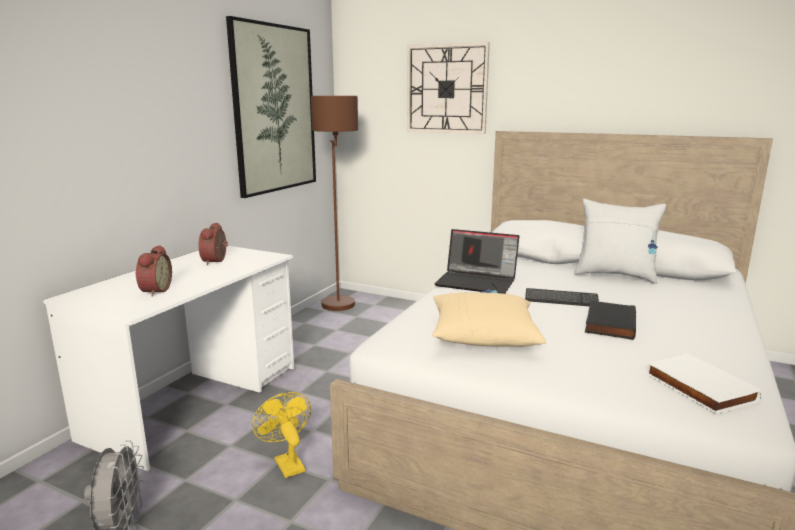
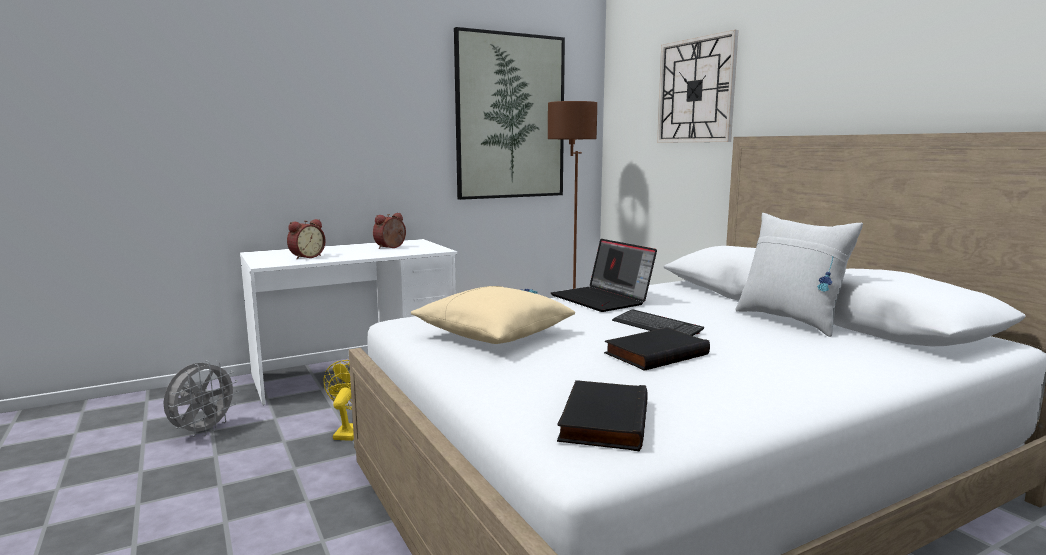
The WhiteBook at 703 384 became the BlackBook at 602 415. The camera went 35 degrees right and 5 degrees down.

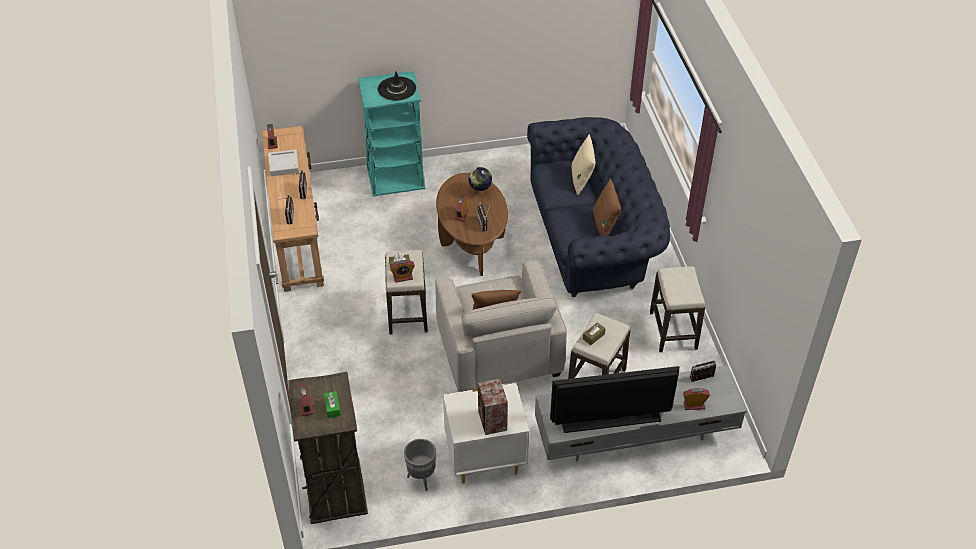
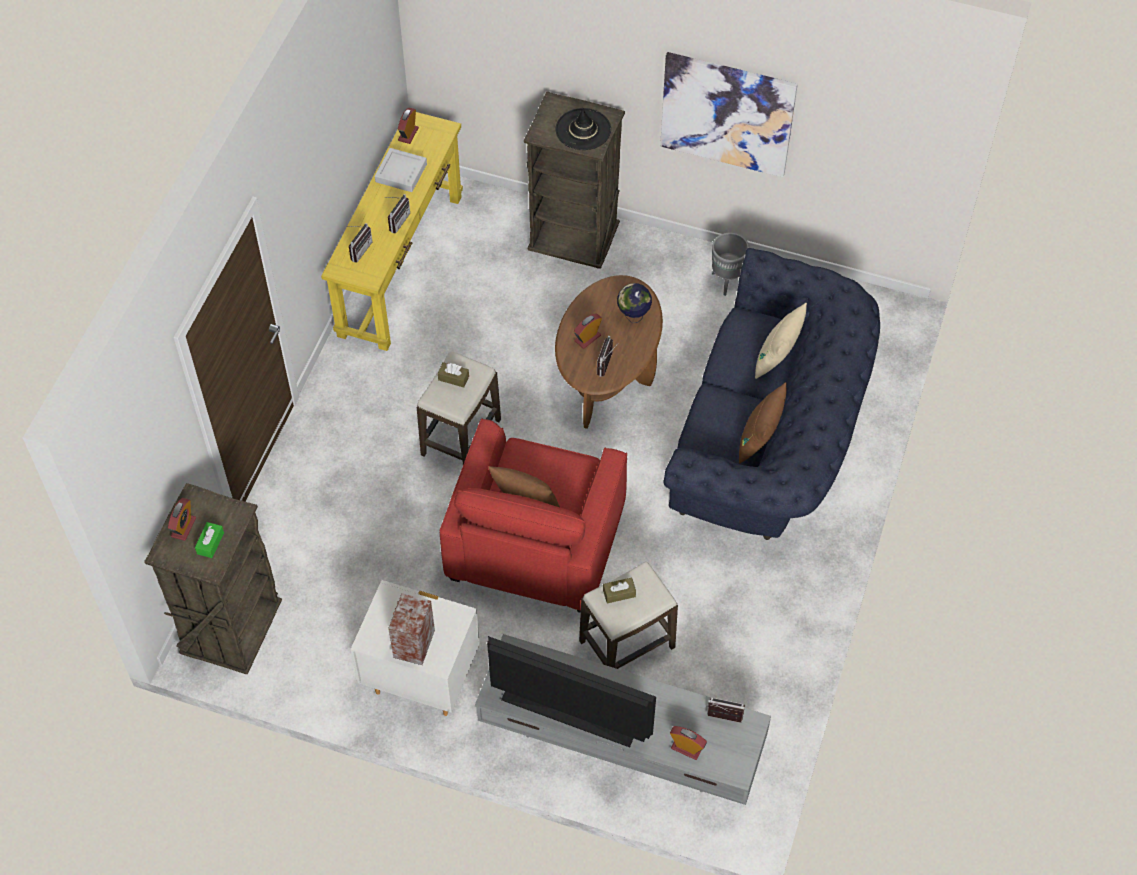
The TurquoiseBookcase at 392 133 became the BrownBookcase at 574 180. The BrownConsoleTable at 293 209 became the YellowConsoleTable at 392 231. The AlarmClock at 402 271 disappeared. The GreyArmchair at 501 326 became the RedArmchair at 533 516. The Stool at 677 309 disappeared. The GreyPlanter moved from 420 465 to 730 264. The Picture at 729 114 appeared. The camera went 30 degrees right and 10 degrees up.

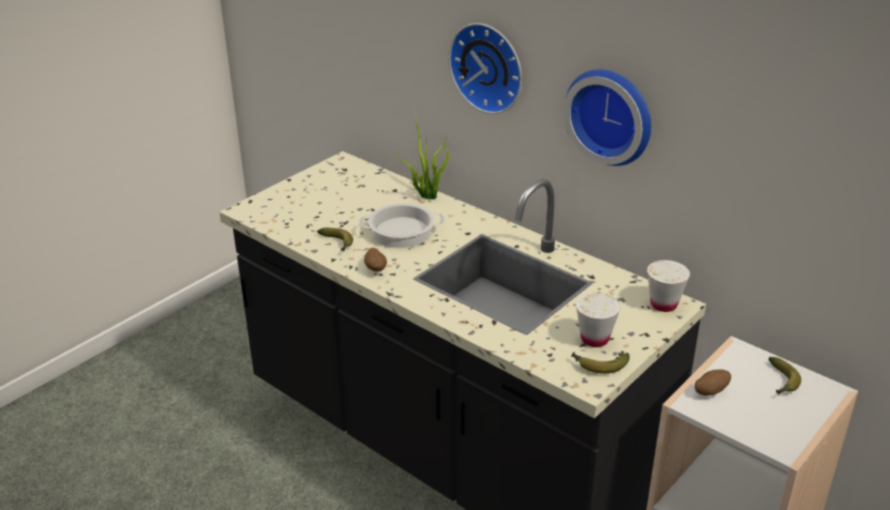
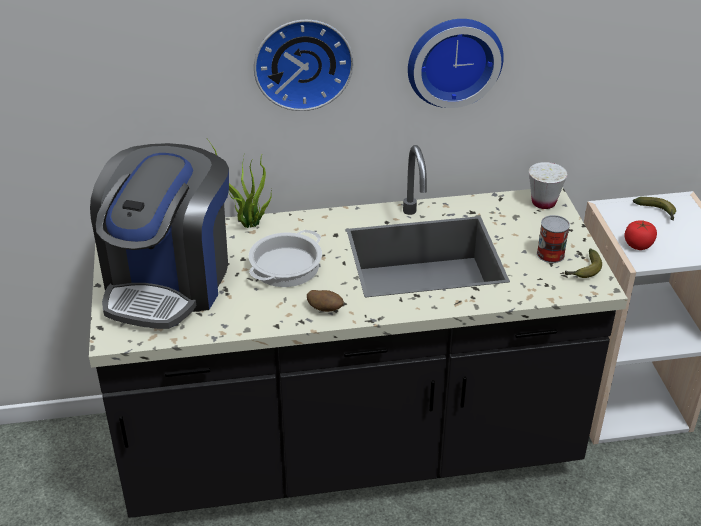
The Banana at 335 240 disappeared. The WhiteCup at 598 320 was replaced by the Can at 553 239. The Potato at 713 382 was replaced by the Tomato at 641 235. The CoffeeMachine at 159 236 appeared. The camera went 50 degrees left and 5 degrees up.

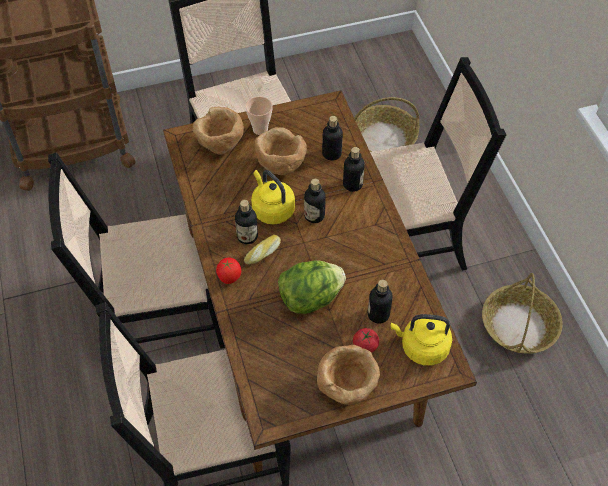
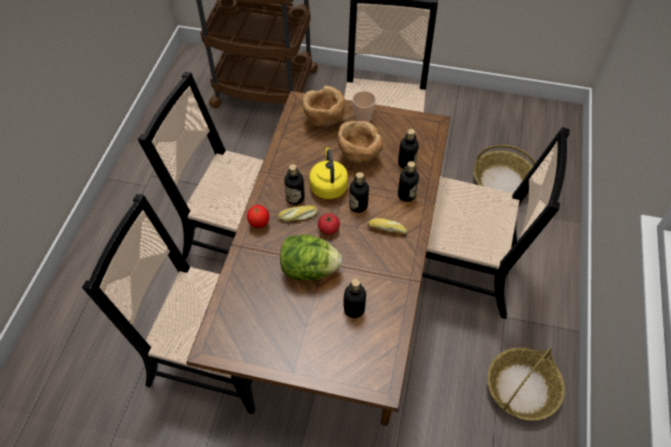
The YellowKettle at 421 340 disappeared. The Tomato moved from 366 340 to 329 224. The BrownBowl at 348 375 disappeared. The Bread at 387 226 appeared. The camera went 30 degrees right and 0 degrees up.

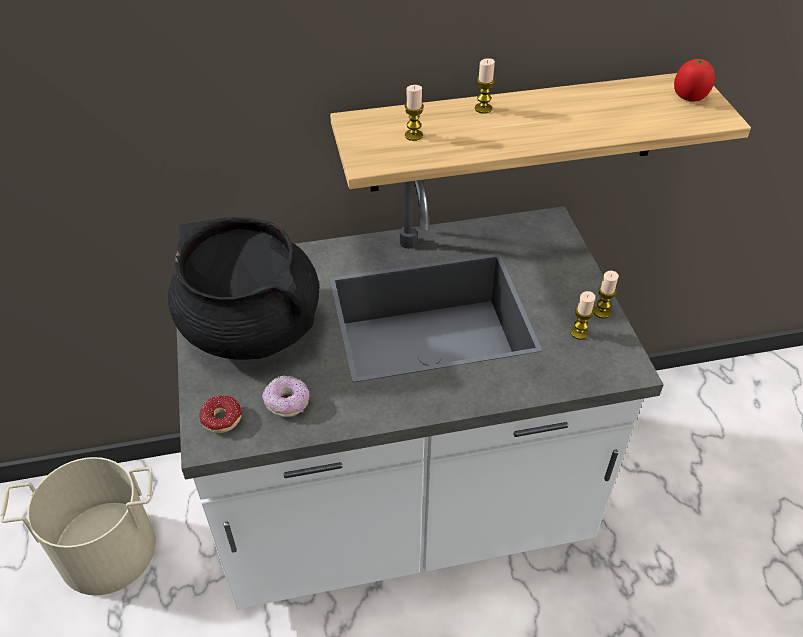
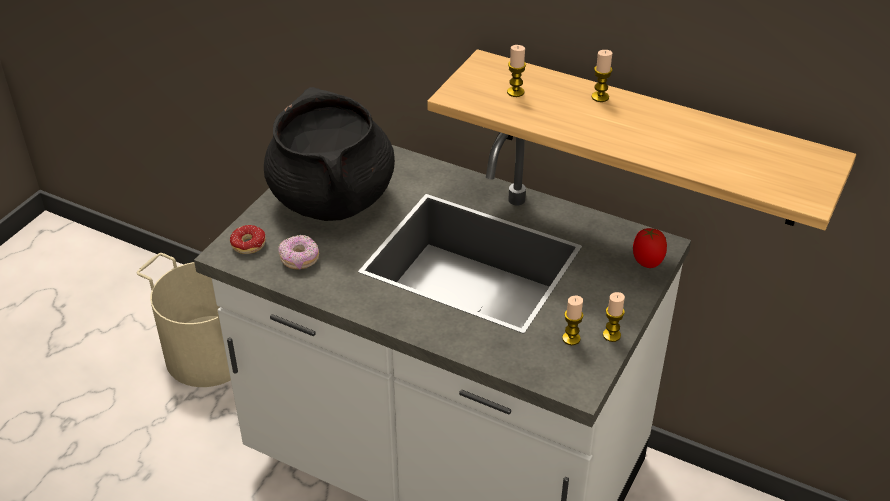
The Tomato moved from 694 80 to 650 248. The camera went 40 degrees right and 5 degrees down.

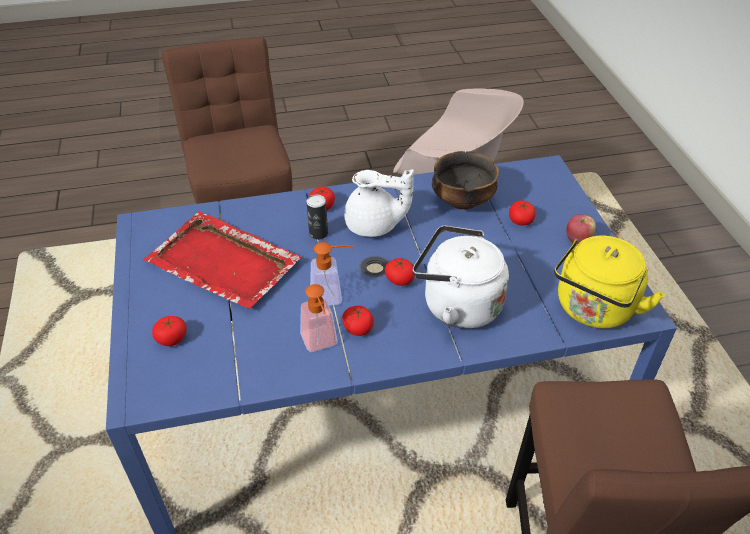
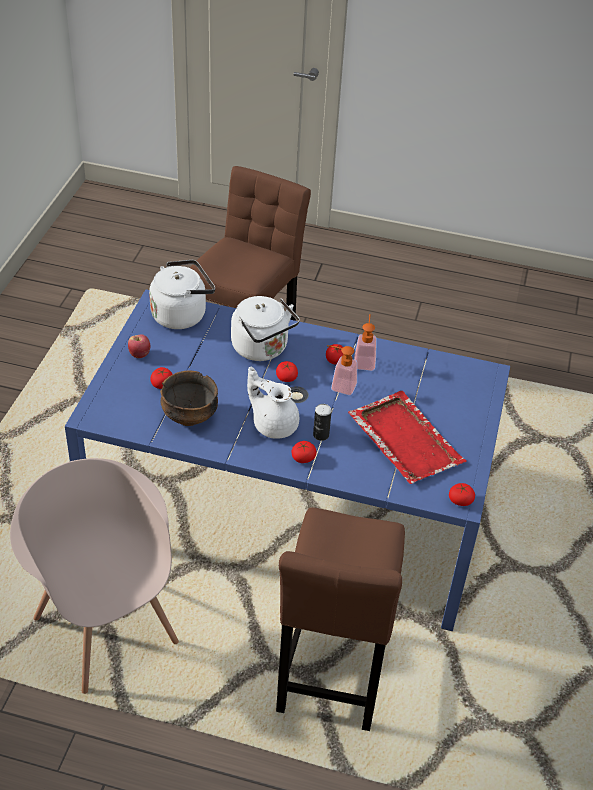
The YellowKettle at 609 282 became the WhiteKettle at 182 294. The Tomato moved from 169 331 to 462 494. The camera went 155 degrees left and 0 degrees up.

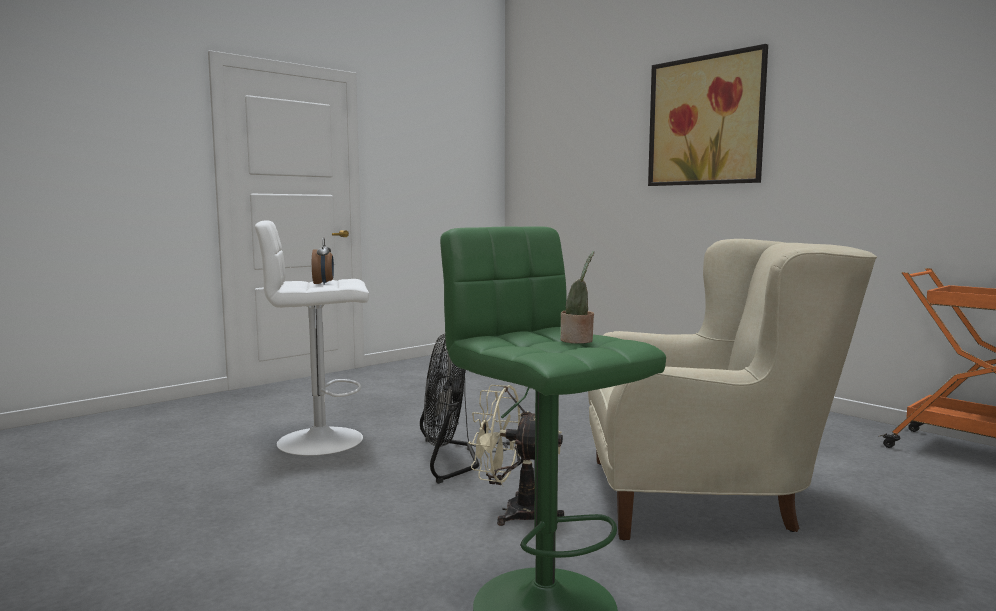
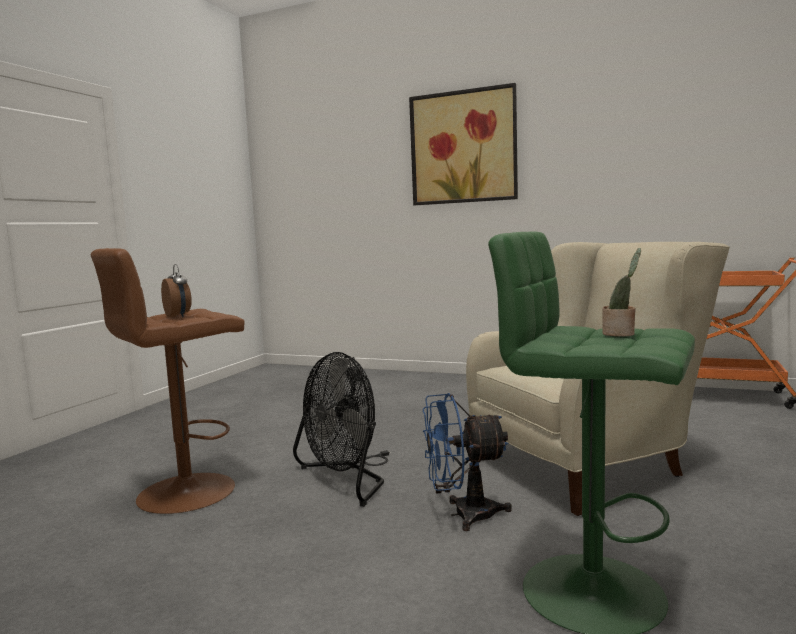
The WhiteStool at 312 337 became the BrownStool at 167 381. The BeigeFan at 516 455 became the BlueFan at 467 462. The camera went 25 degrees left and 0 degrees up.

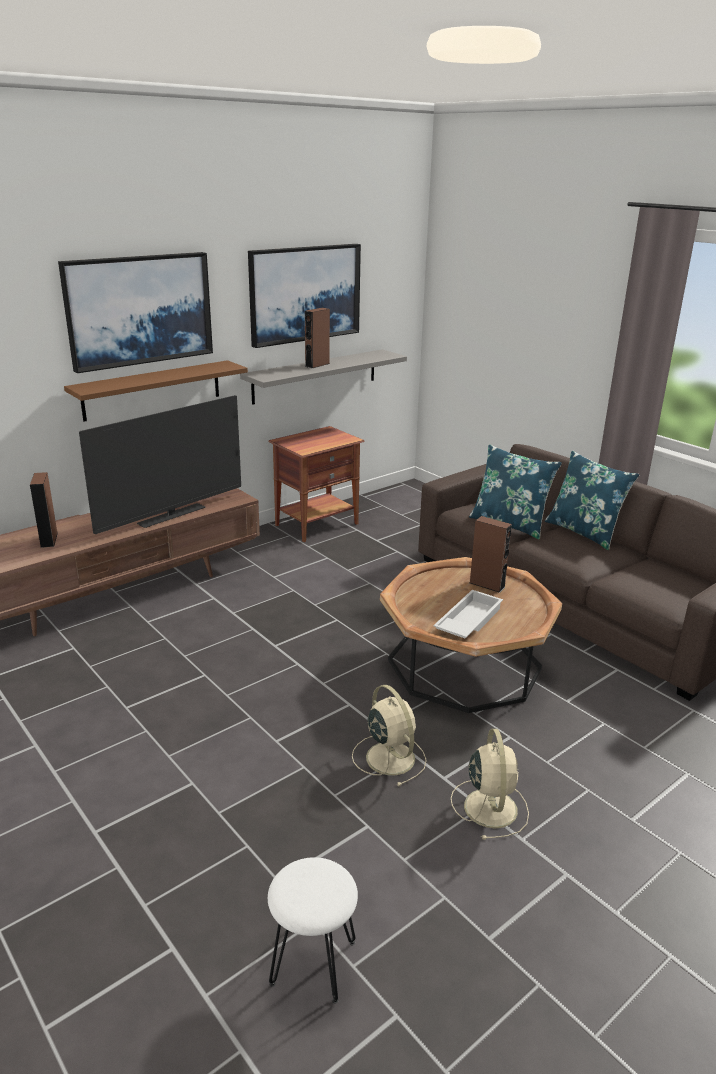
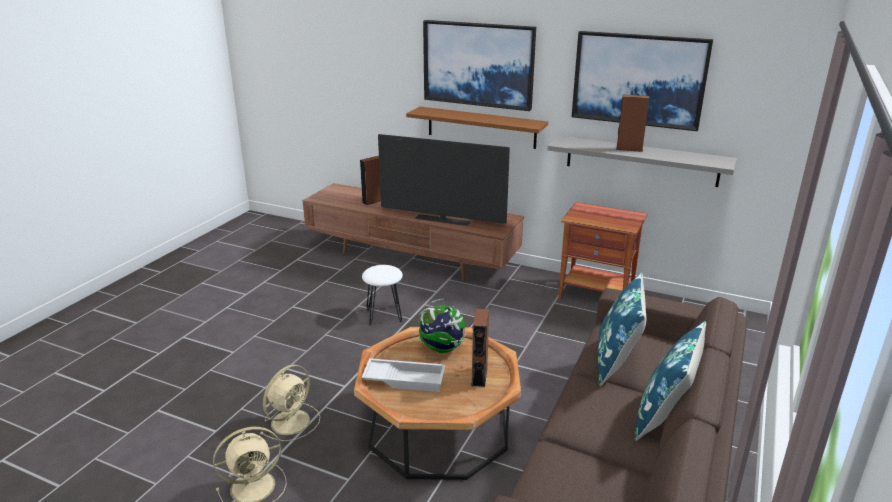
The WhiteStool moved from 313 930 to 382 295. The Globe at 442 326 appeared. The camera went 65 degrees right and 0 degrees up.

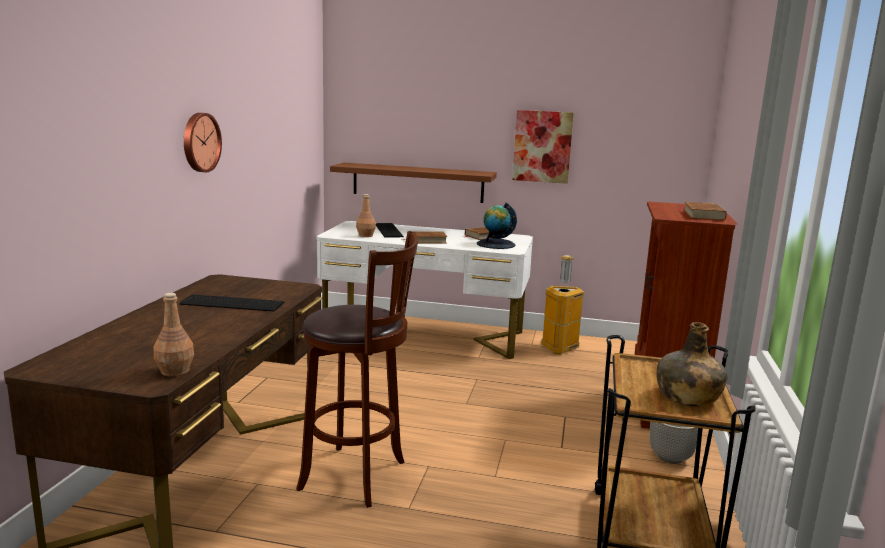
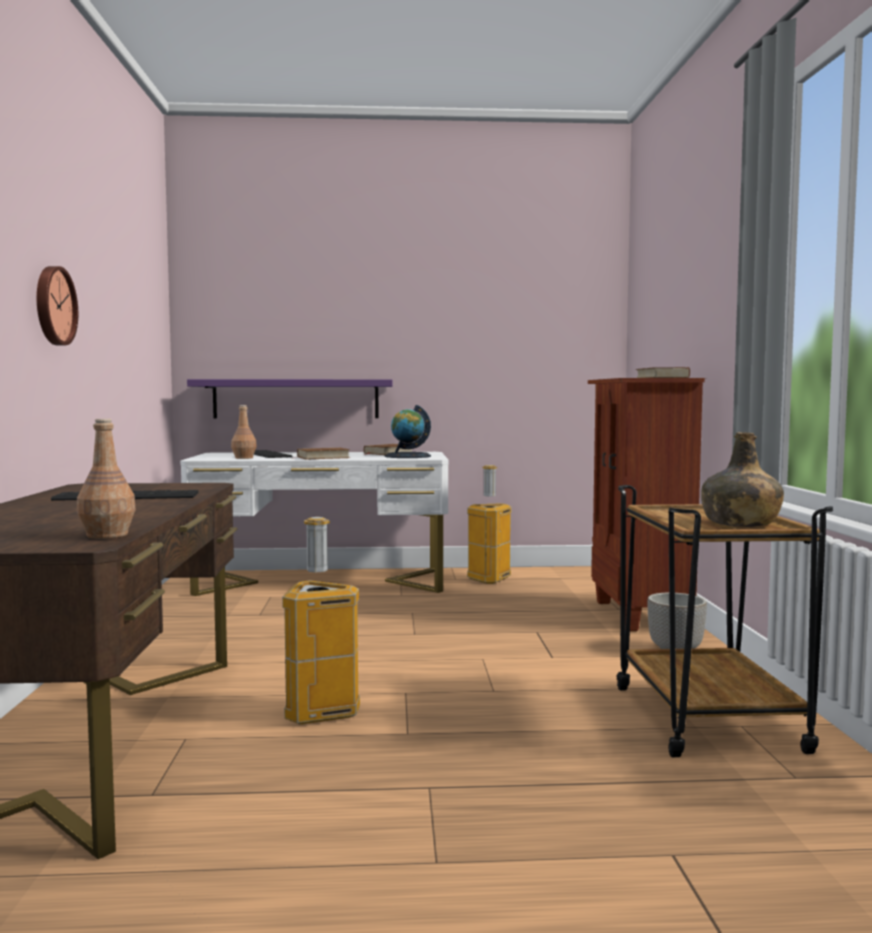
The Picture at 543 147 disappeared. The BrownShelf at 413 182 became the PurpleShelf at 290 398. The BrownStool at 357 369 was replaced by the TrashCan at 321 620. The camera went 15 degrees left and 10 degrees down.

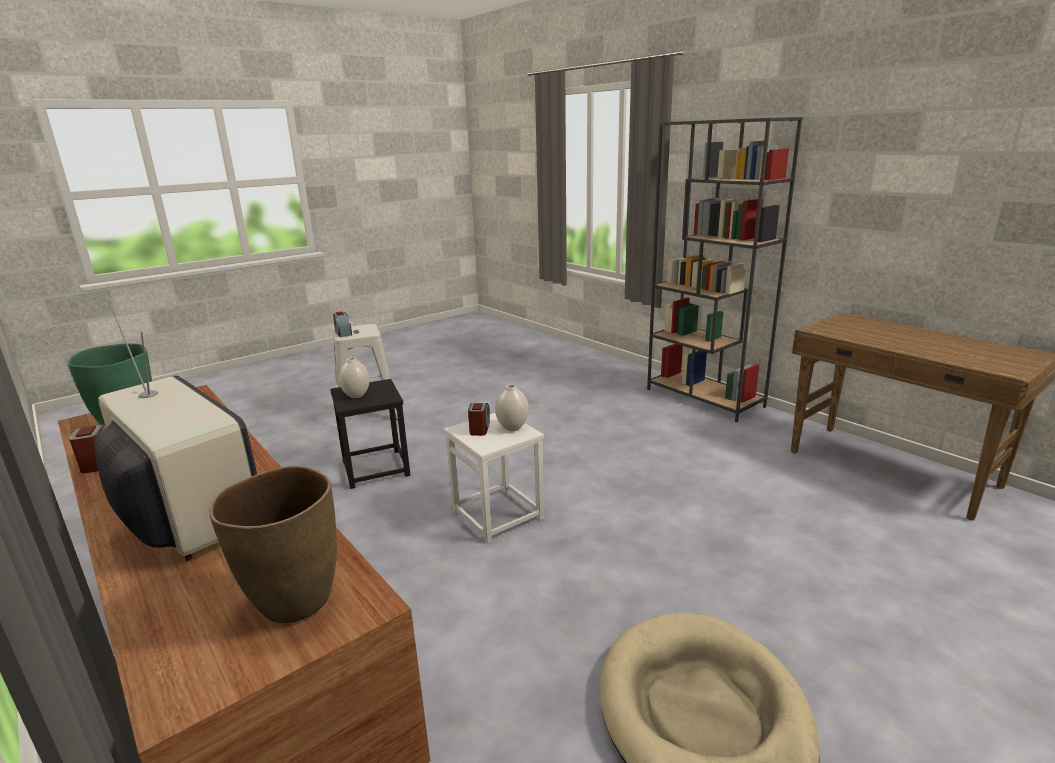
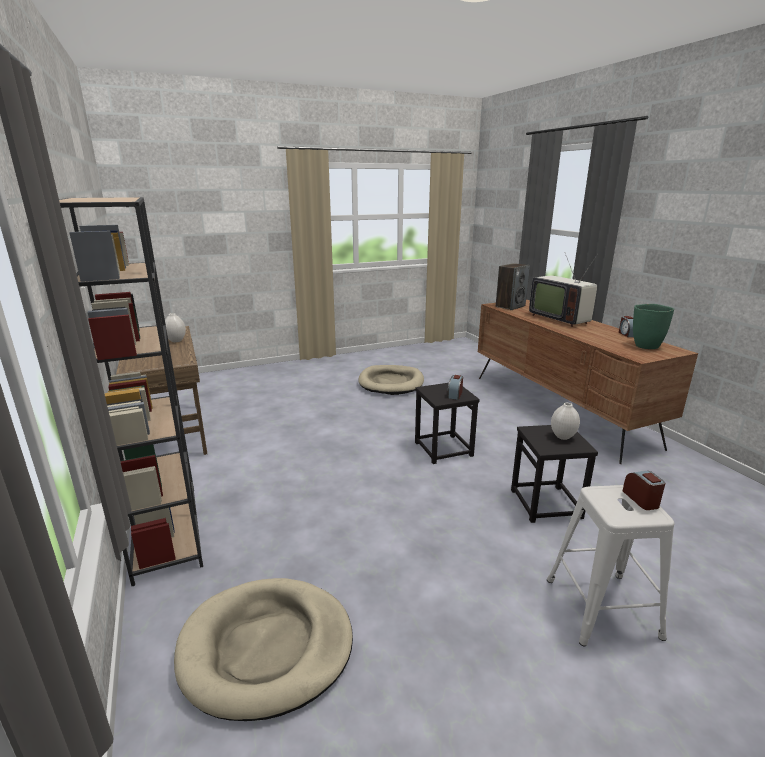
The WhiteVase moved from 512 407 to 175 327. The WhiteStool at 494 478 became the BlackStool at 447 423. The BrownVase at 273 544 was replaced by the Speaker at 513 286. The BeigeDogBed at 263 649 appeared. The camera went 165 degrees left and 0 degrees up.

